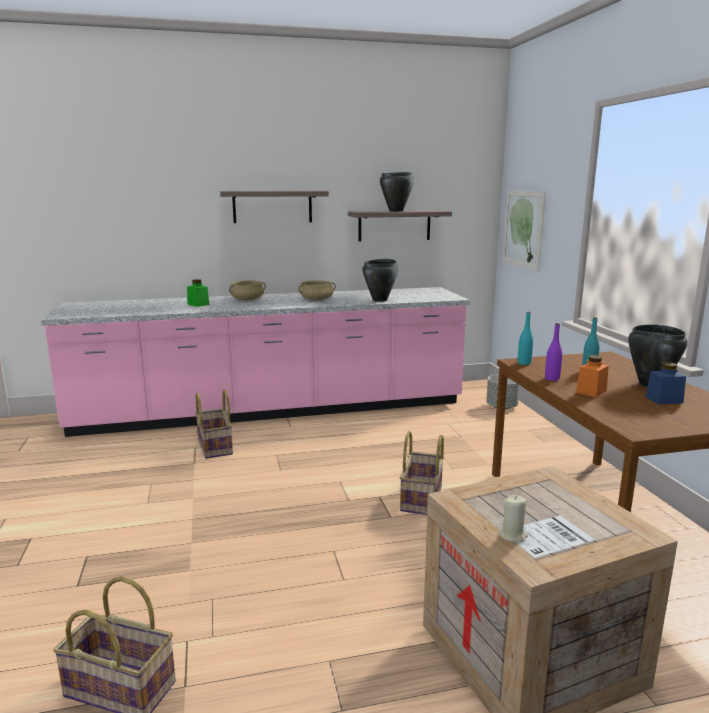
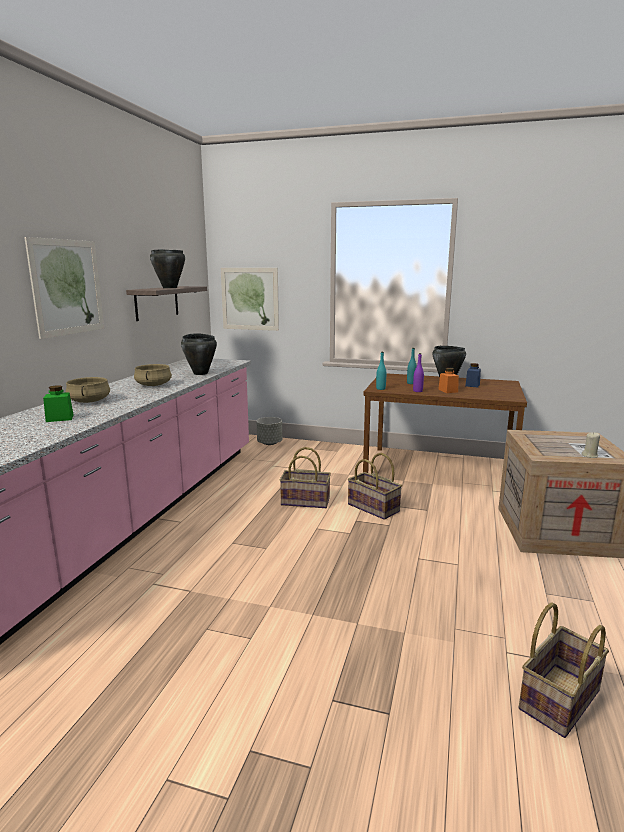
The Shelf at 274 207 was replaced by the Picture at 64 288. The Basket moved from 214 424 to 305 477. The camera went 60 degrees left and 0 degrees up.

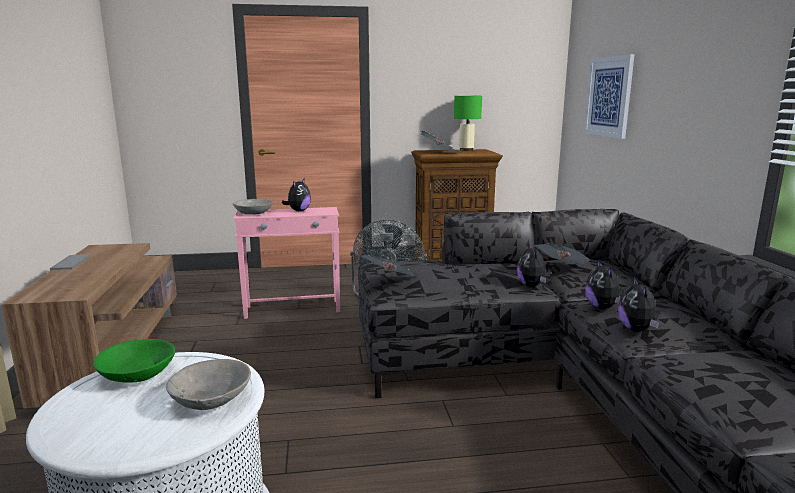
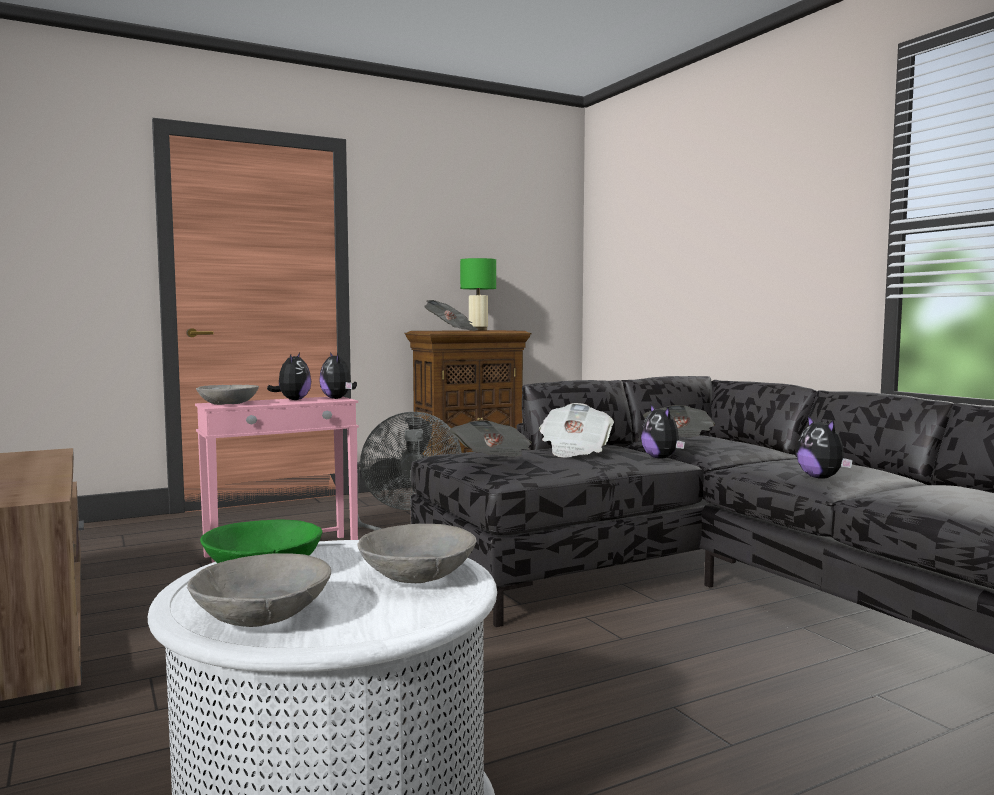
The Picture at 609 96 disappeared. The PlushToy moved from 603 284 to 338 375. The Newspaper at 576 430 appeared. The GreyBowl at 259 590 appeared. The camera went 20 degrees left and 10 degrees down.

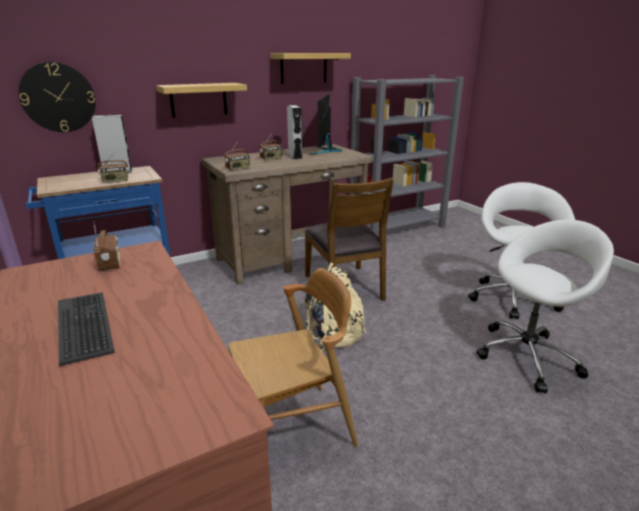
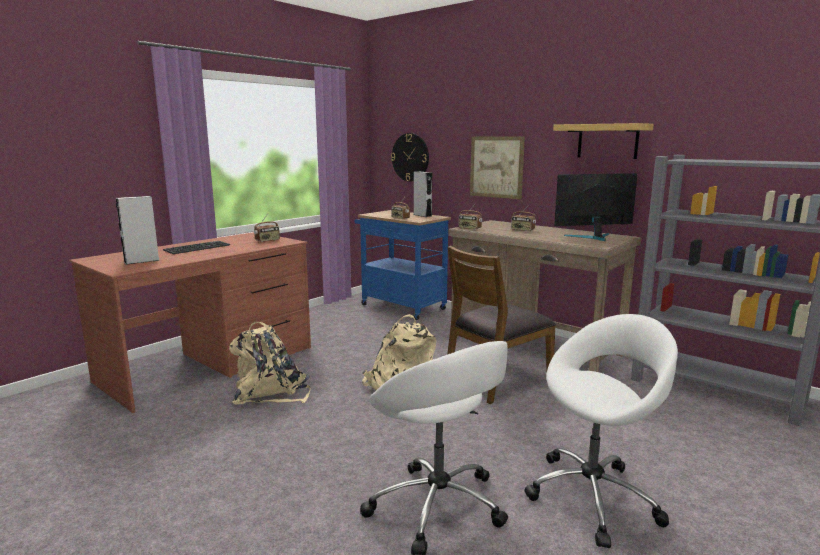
The Shelf at 201 100 was replaced by the Picture at 497 168. The GreySpeaker moved from 294 132 to 138 230. The BrownChair at 293 357 was replaced by the BeigeBackpack at 269 363. The camera went 70 degrees right and 10 degrees down.

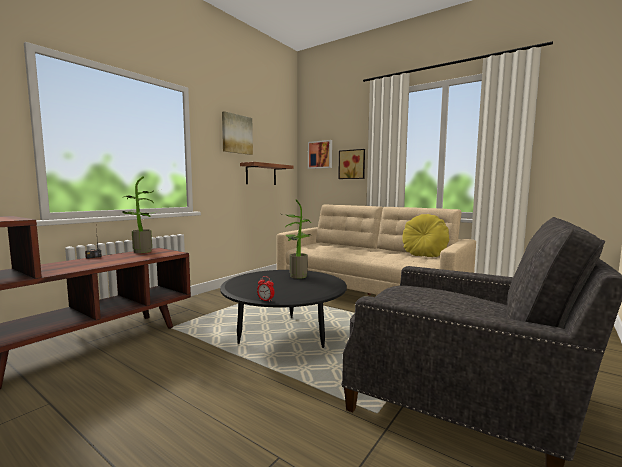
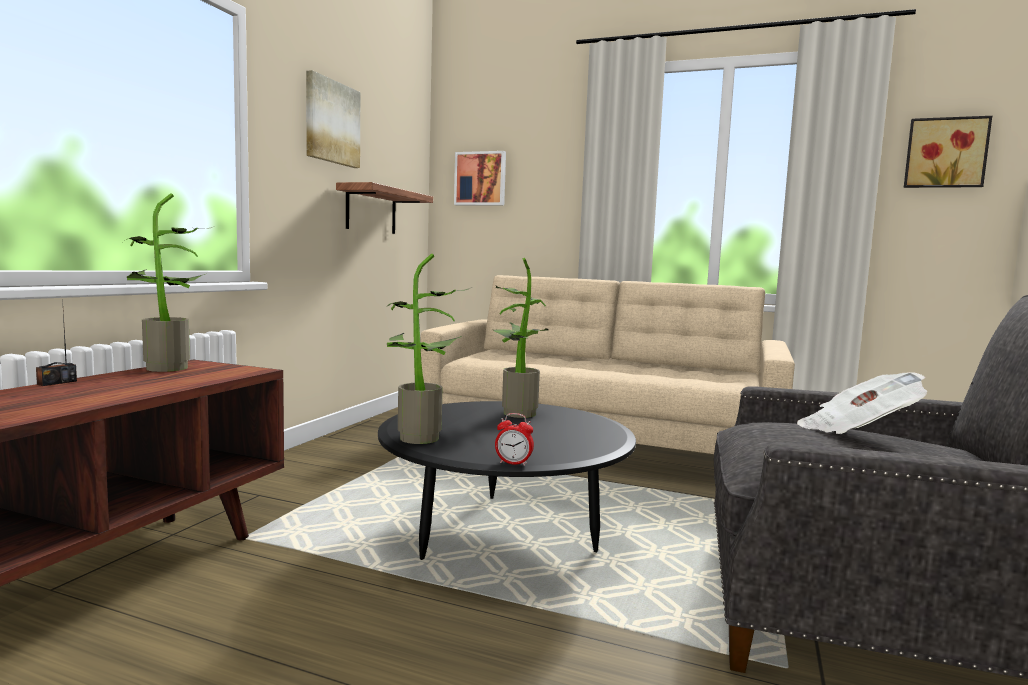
The Picture moved from 351 164 to 948 152. The YellowPillow at 425 235 disappeared. The PottedPlant at 428 348 appeared. The Newspaper at 862 403 appeared. The camera went 15 degrees left and 0 degrees up.

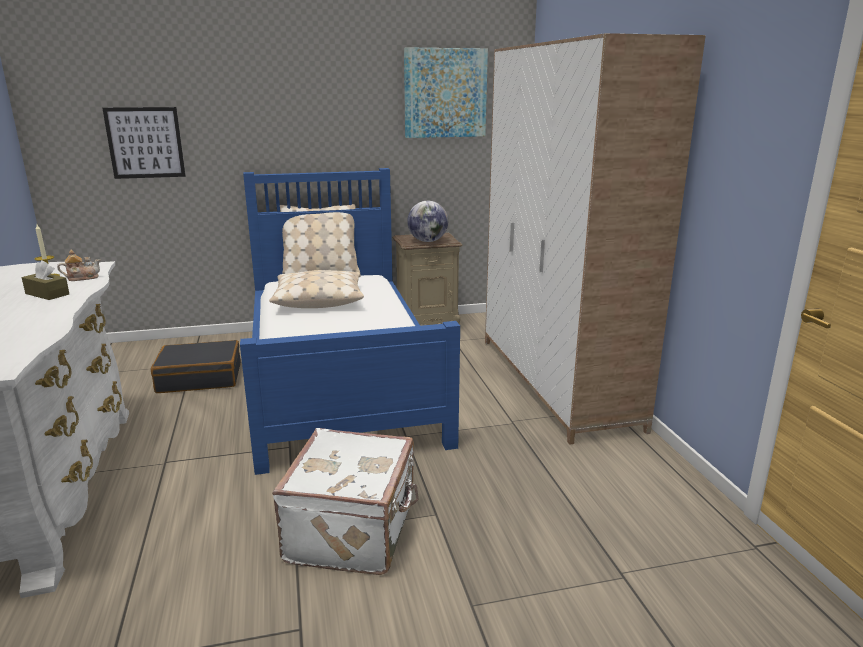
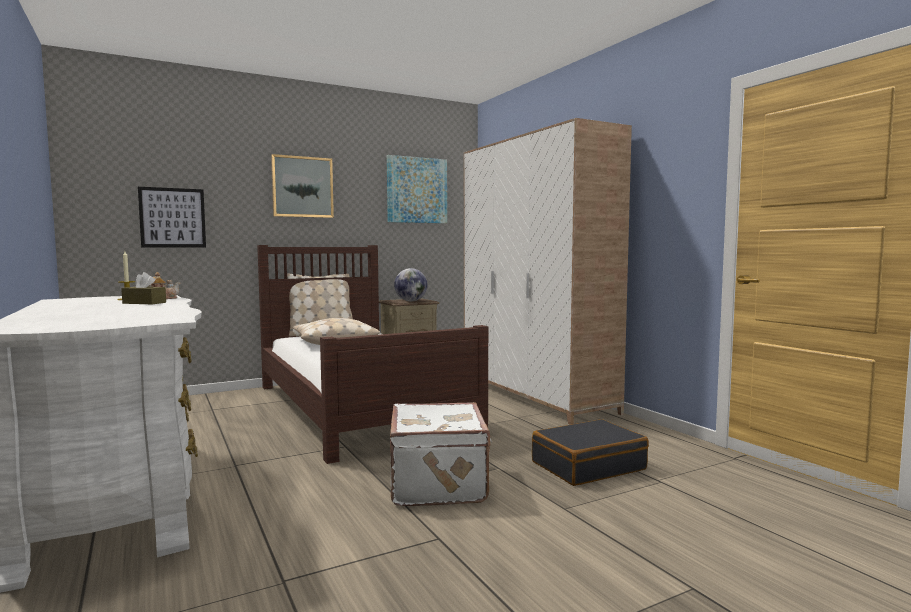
The BlueBed at 350 321 became the BrownBed at 372 354. The BlackSuitcase moved from 196 366 to 590 452. The Picture at 302 186 appeared. The camera went 15 degrees left and 15 degrees down.

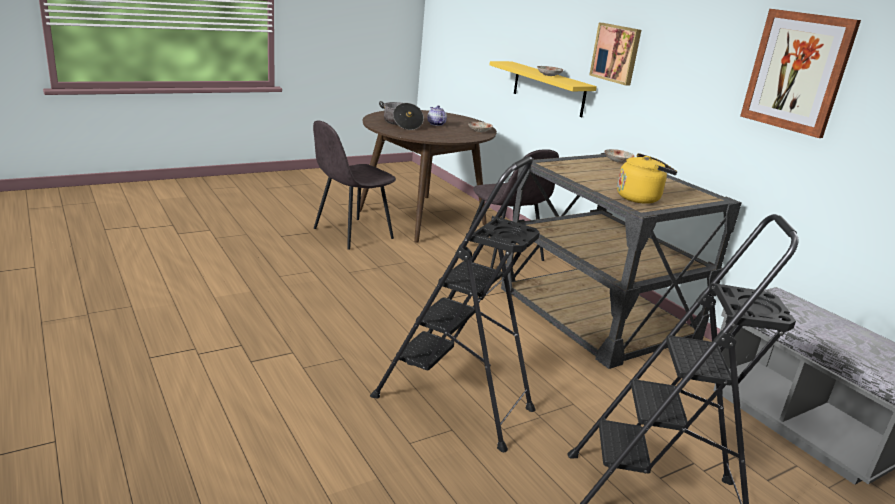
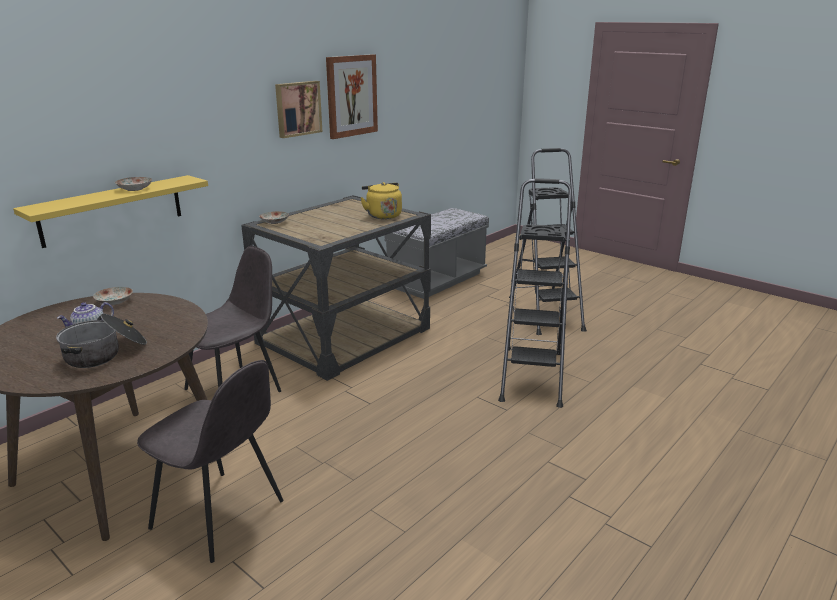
The Picture moved from 615 54 to 299 109. The camera went 105 degrees left and 0 degrees up.

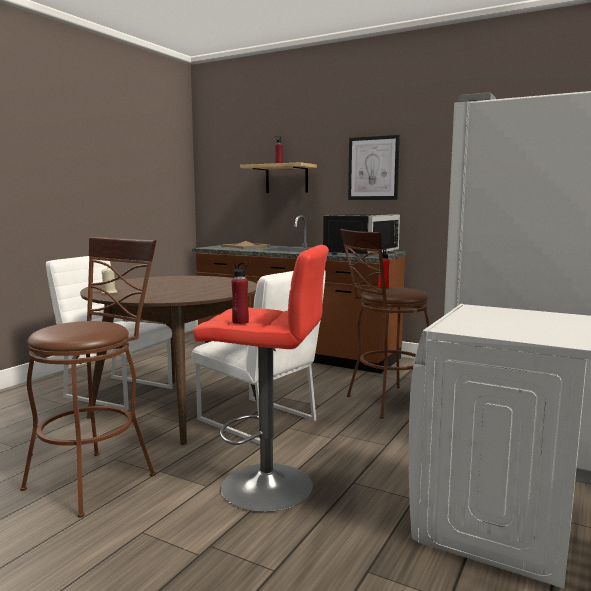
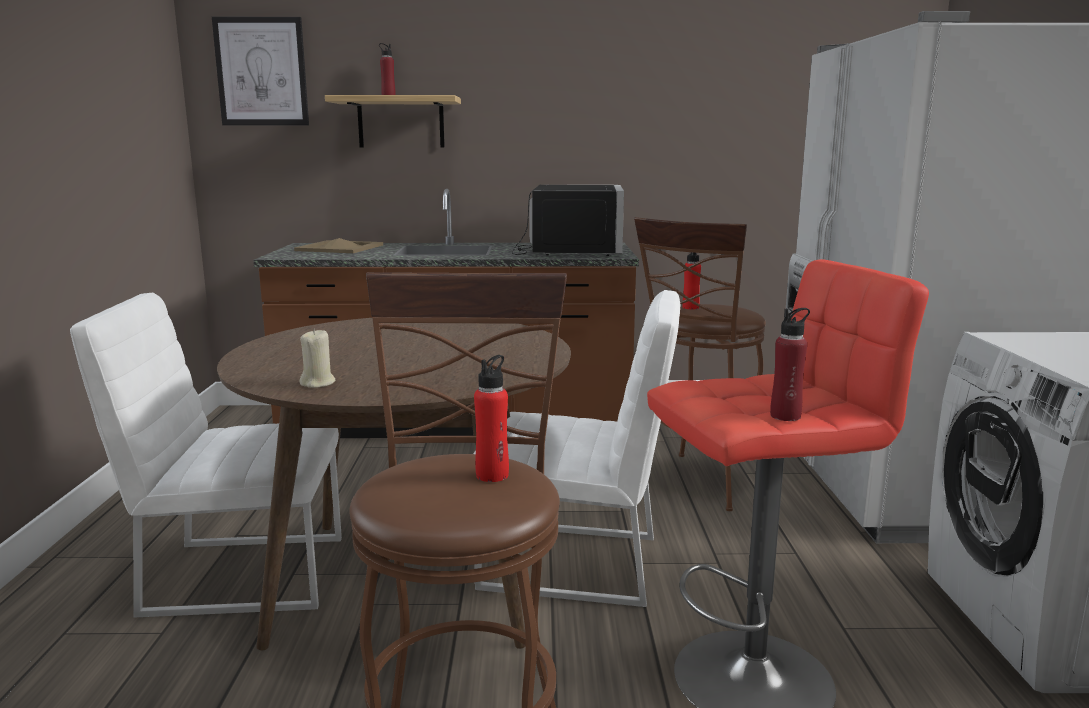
The Picture moved from 374 167 to 260 71. The RedBottle at 491 418 appeared. The camera went 30 degrees left and 5 degrees up.

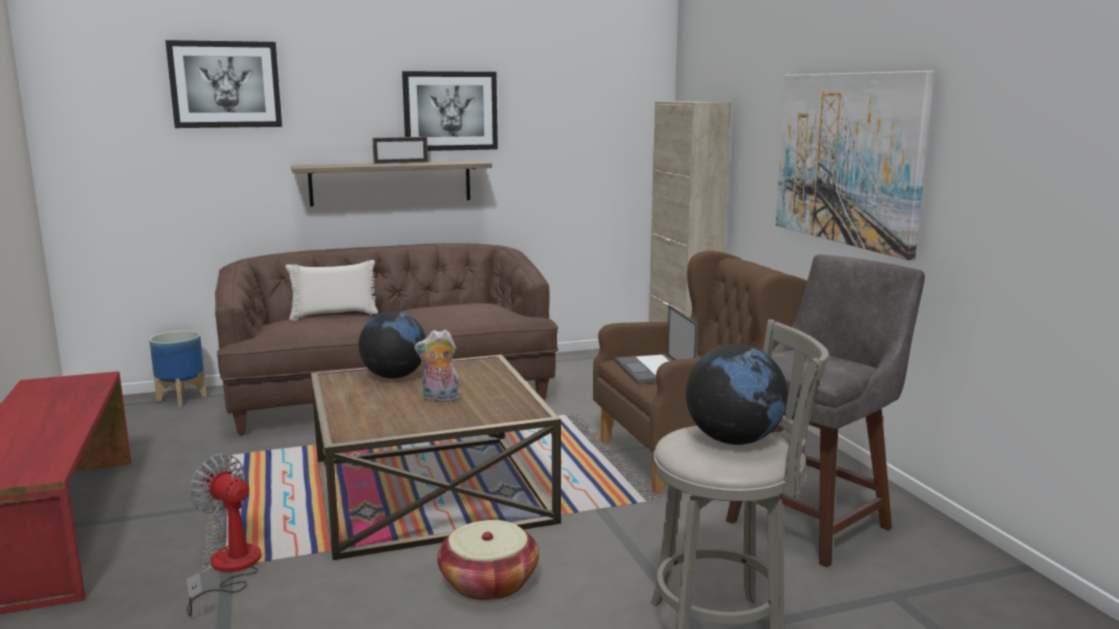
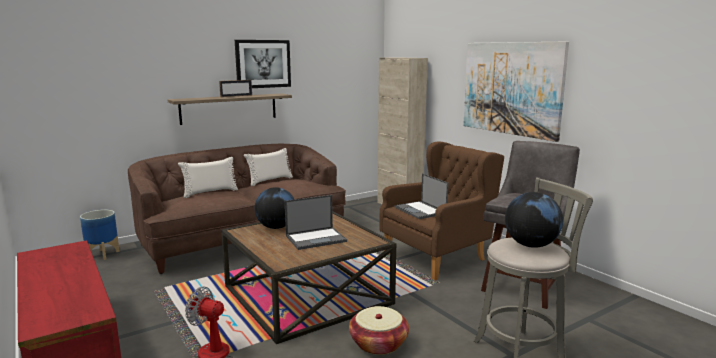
The Picture at 223 84 disappeared. The PlushToy at 437 366 was replaced by the Laptop at 316 222. The WhitePillow at 268 167 appeared. The camera went 15 degrees left and 0 degrees up.

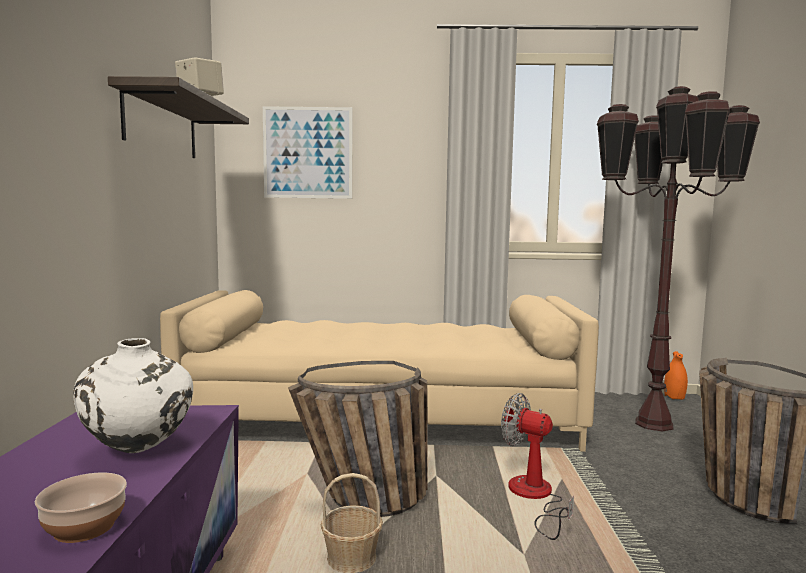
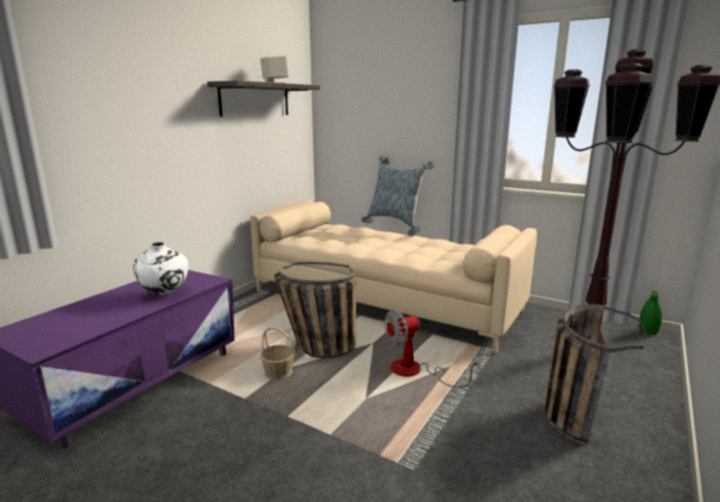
The Picture at 307 152 disappeared. The OrangeVase at 676 375 became the GreenVase at 650 312. The Fan at 537 466 turned 90 degrees counterclockwise. The Bowl at 81 508 disappeared. The Pillow at 397 196 appeared. The camera went 30 degrees right and 10 degrees up.

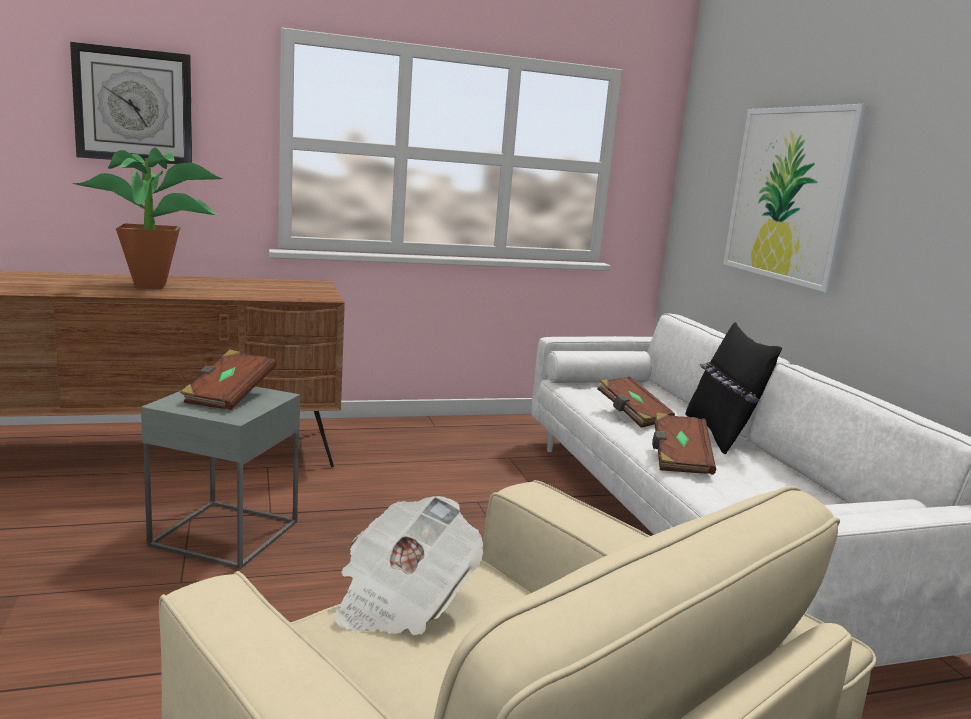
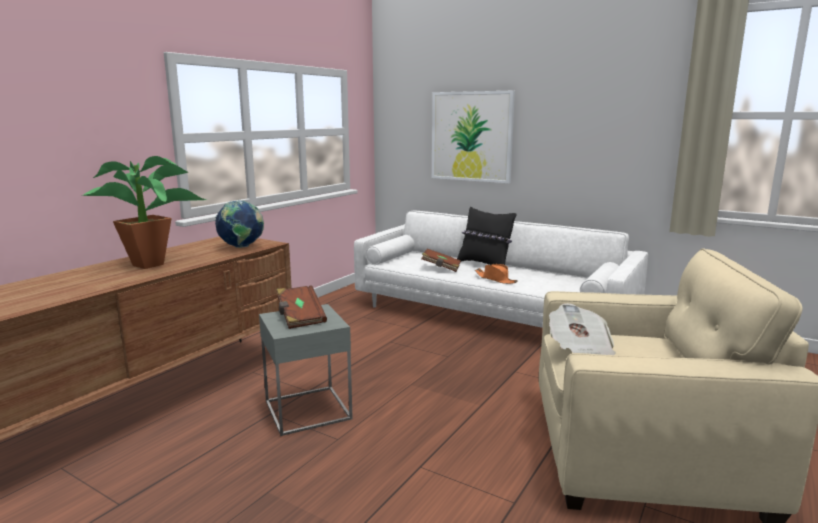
The WallClock at 131 103 disappeared. The BrownBook at 684 443 was replaced by the OrangeHat at 496 274. The Globe at 239 224 appeared. The camera went 40 degrees left and 0 degrees up.

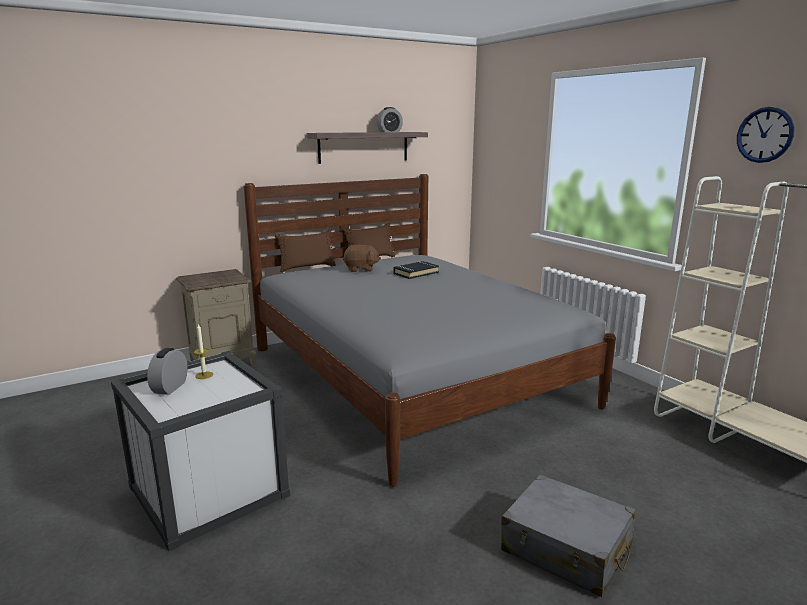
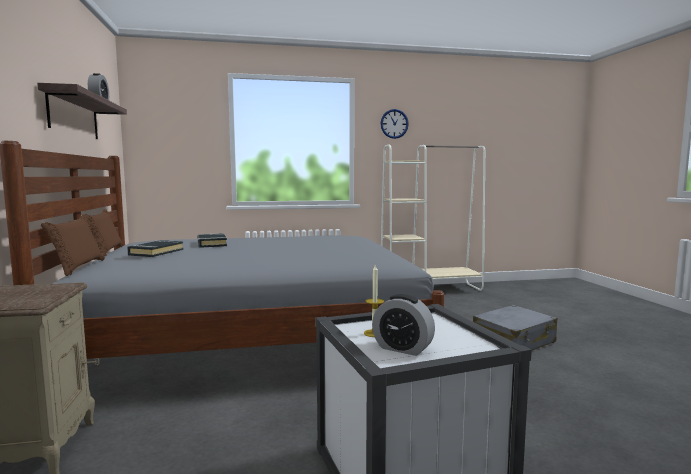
The BrownPlushToy at 362 258 was replaced by the BlackBook at 155 248. The camera went 70 degrees left and 10 degrees down.

